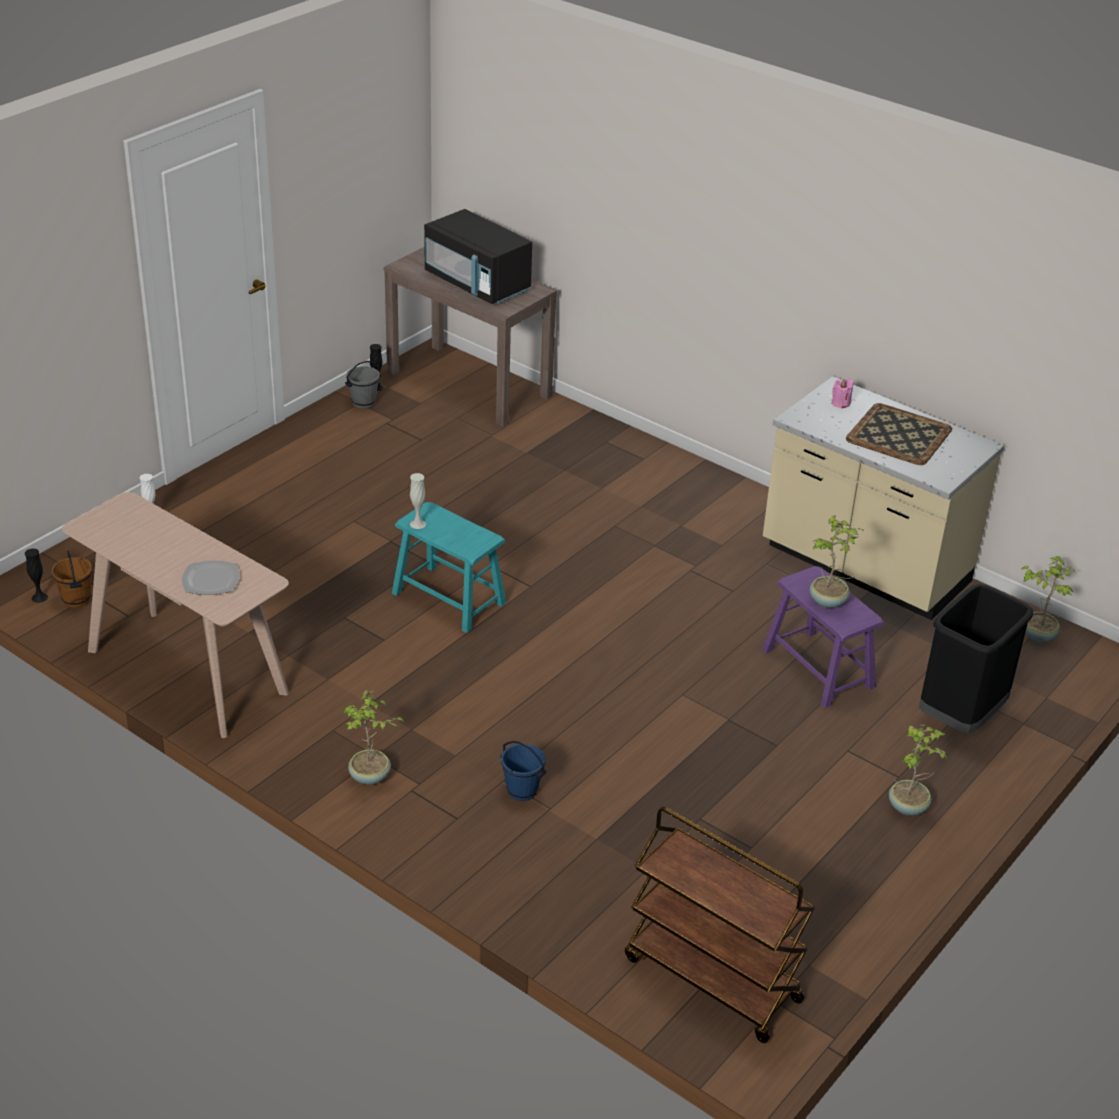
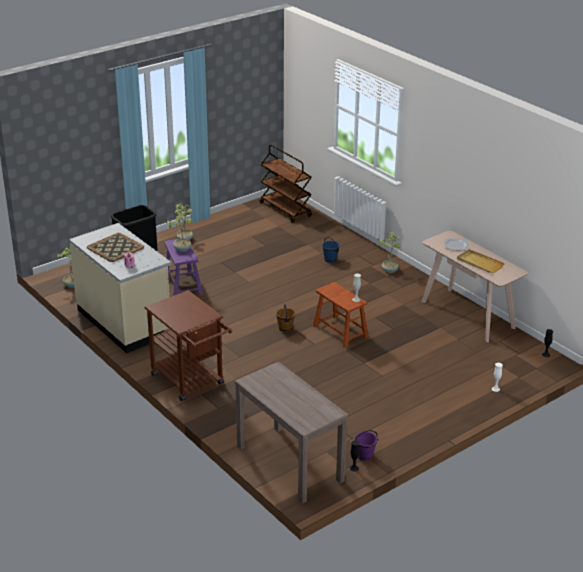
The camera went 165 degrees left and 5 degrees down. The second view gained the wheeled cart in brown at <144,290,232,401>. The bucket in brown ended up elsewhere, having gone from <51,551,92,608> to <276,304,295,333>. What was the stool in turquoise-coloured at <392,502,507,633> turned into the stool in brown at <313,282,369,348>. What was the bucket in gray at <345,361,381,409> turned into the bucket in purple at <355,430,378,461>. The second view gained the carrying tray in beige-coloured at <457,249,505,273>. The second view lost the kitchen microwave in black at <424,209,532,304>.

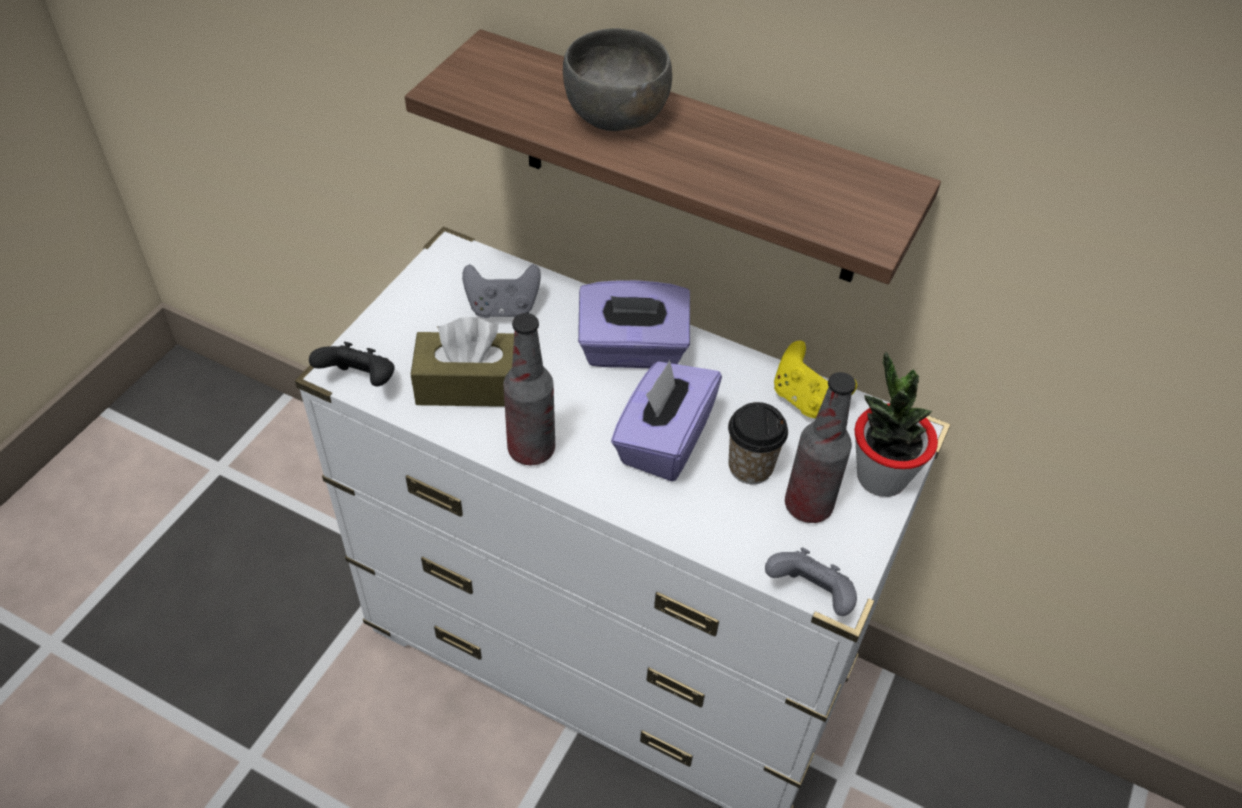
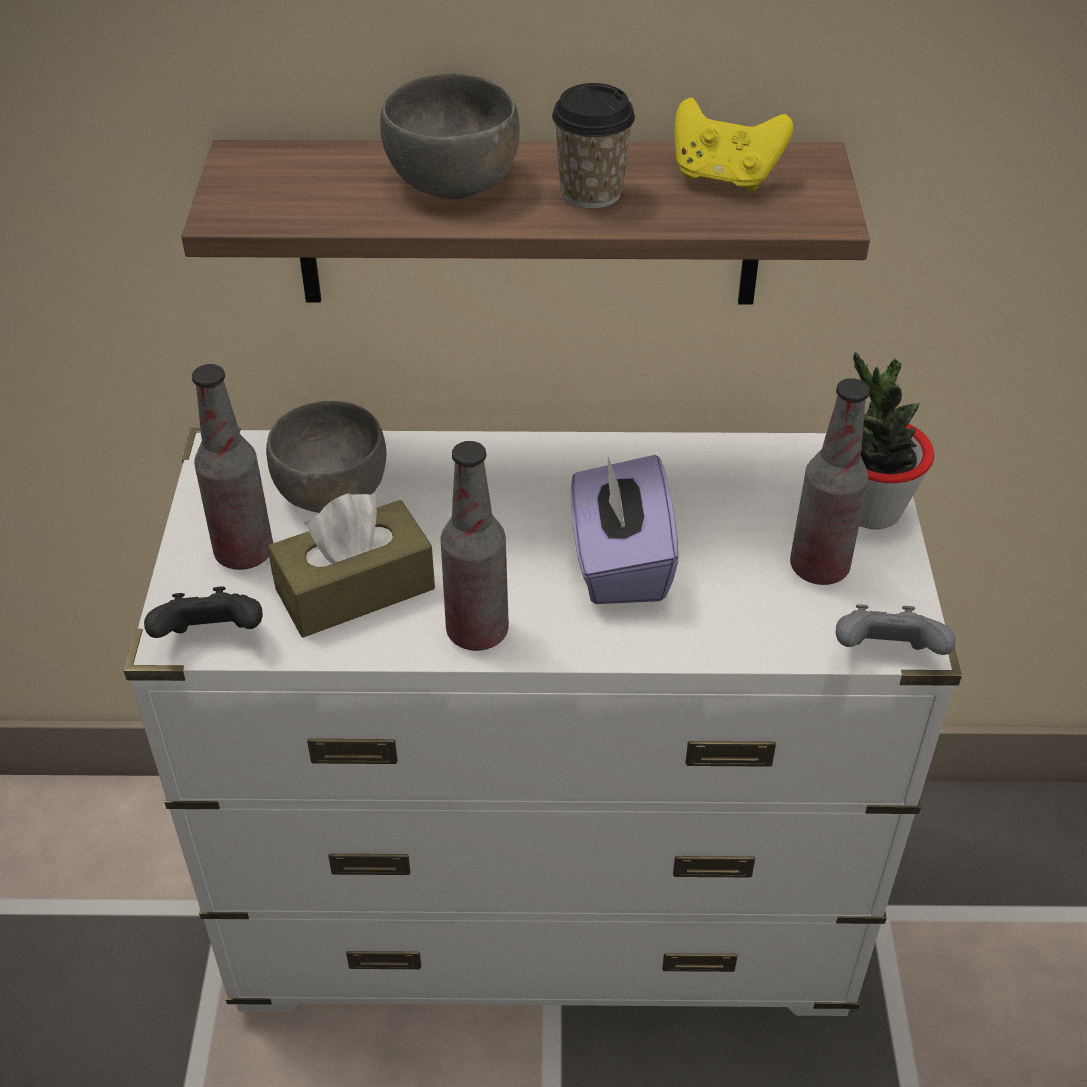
The camera went 25 degrees left and 5 degrees down. The second view gained the beverage bottle at <192,364,273,570>. Where the joypad in gray stood at <462,264,541,318>, the serving bowl in gray came to stand at <266,401,386,513>. The cup ended up elsewhere, having gone from <728,402,788,484> to <552,83,635,209>. The joypad in yellowish ended up elsewhere, having gone from <774,341,857,419> to <674,98,793,192>. The second view lost the tissue box in purple at <578,280,690,368>.

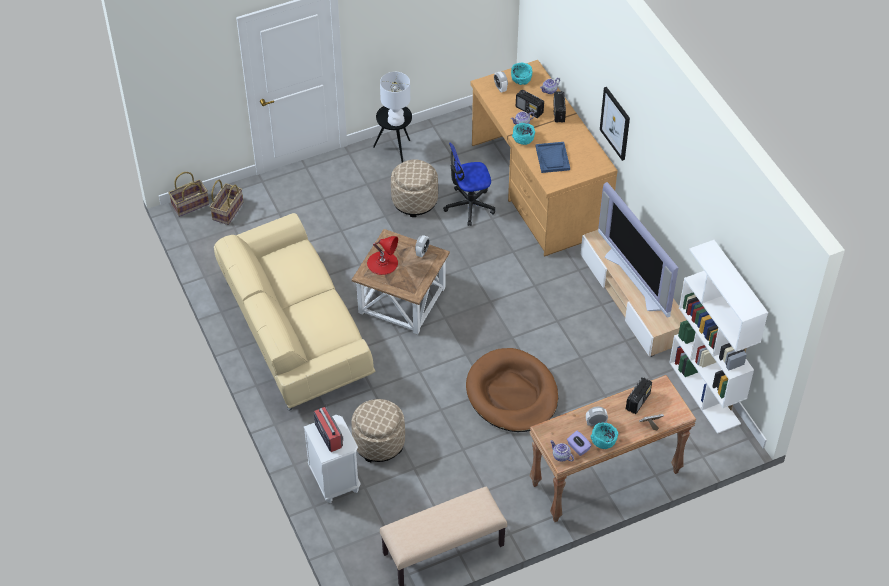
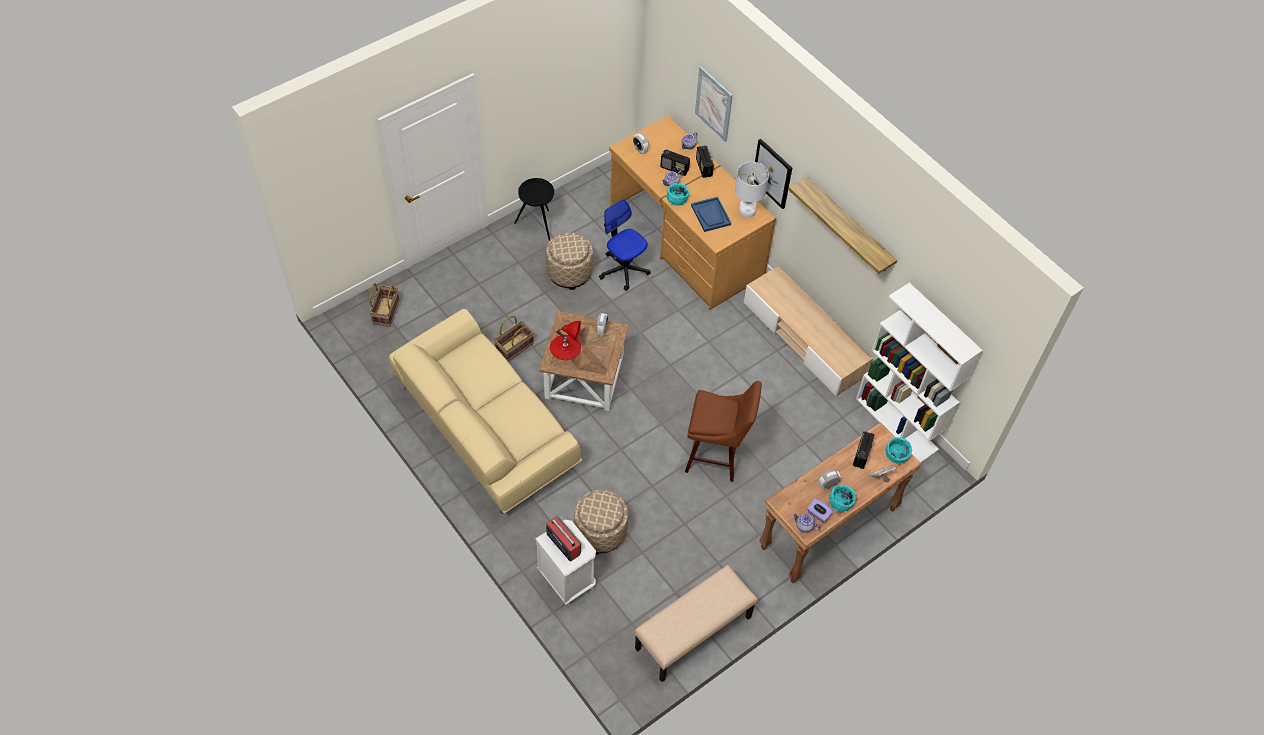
The camera went 15 degrees left and 5 degrees up. The household basket ended up elsewhere, having gone from <169,172,209,217> to <494,316,534,362>. The office chair at <443,143,495,226> ended up facing another way, 75 degrees clockwise from before. Where the dog bed in brown stood at <466,348,558,432>, the stool in brown came to stand at <685,381,762,482>. The second view gained the picture at <695,66,733,142>. The table lamp in white-coloured ended up elsewhere, having gone from <380,72,410,126> to <735,162,769,218>. The second view gained the bracket shelf at <788,177,897,274>. The serving bowl in turquoise-coloured ended up elsewhere, having gone from <511,63,533,85> to <885,437,912,464>. The second view lost the TV at <598,182,678,318>.

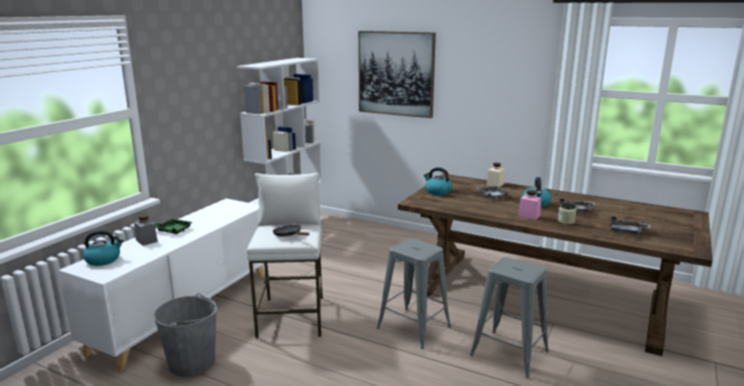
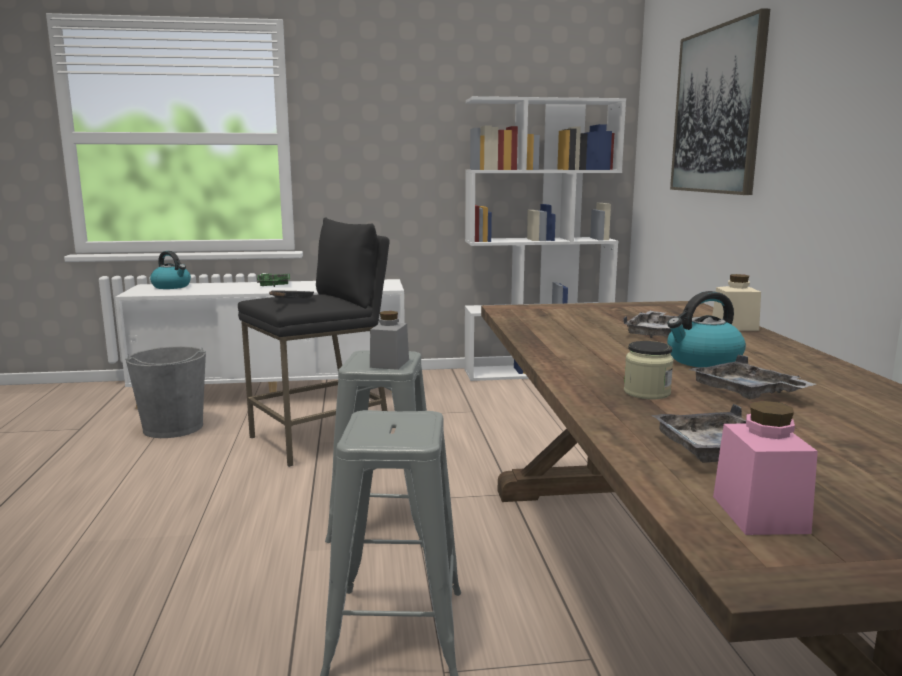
The camera went 55 degrees right and 5 degrees down. What was the stool in white-coloured at <247,173,323,338> turned into the stool in black at <238,218,390,467>. The preserve jar in gray ended up elsewhere, having gone from <134,214,158,246> to <370,311,409,370>. The preserve jar in pink ended up elsewhere, having gone from <518,190,541,220> to <713,401,818,535>. The second view lost the tea kettle at <424,167,452,195>.

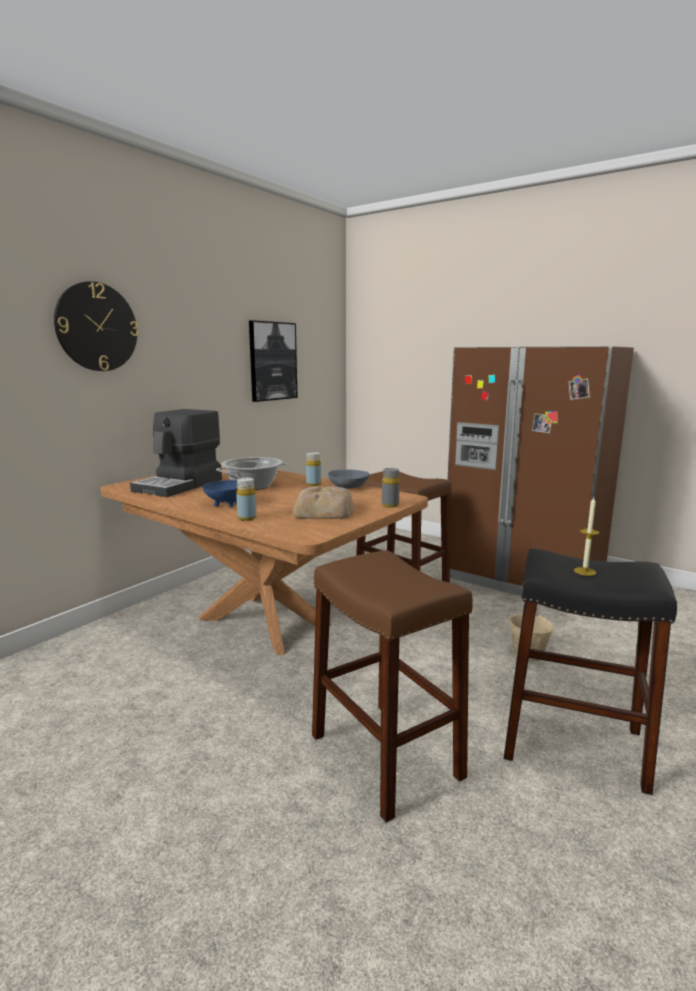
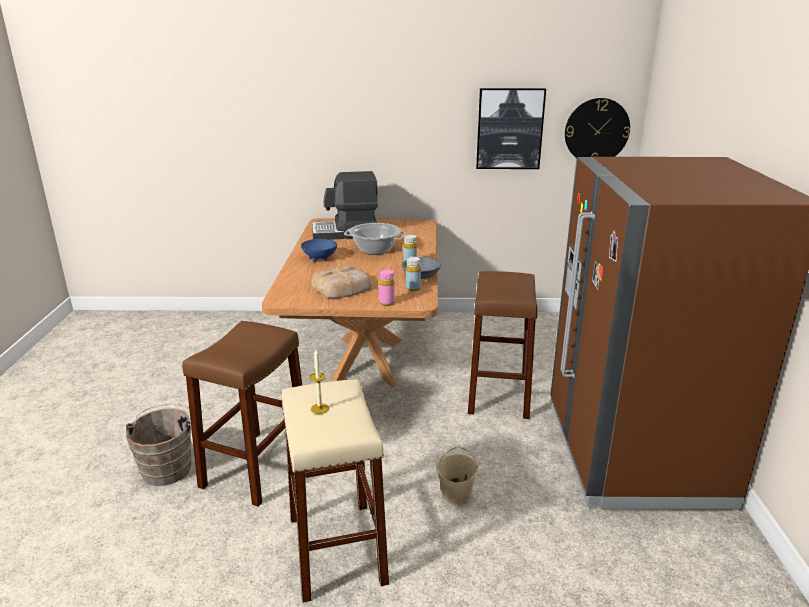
The camera went 55 degrees right and 10 degrees up. The second view gained the bucket in brown at <125,403,192,486>. What was the stool in black at <504,549,677,795> turned into the stool in beige-coloured at <281,379,389,603>. What was the beverage bottle in gray at <382,468,400,508> turned into the beverage bottle in pink at <379,270,395,306>. The beverage bottle in yellowish ended up elsewhere, having gone from <236,478,257,521> to <406,257,421,291>. The wall clock ended up elsewhere, having gone from <54,281,138,371> to <565,98,630,158>.

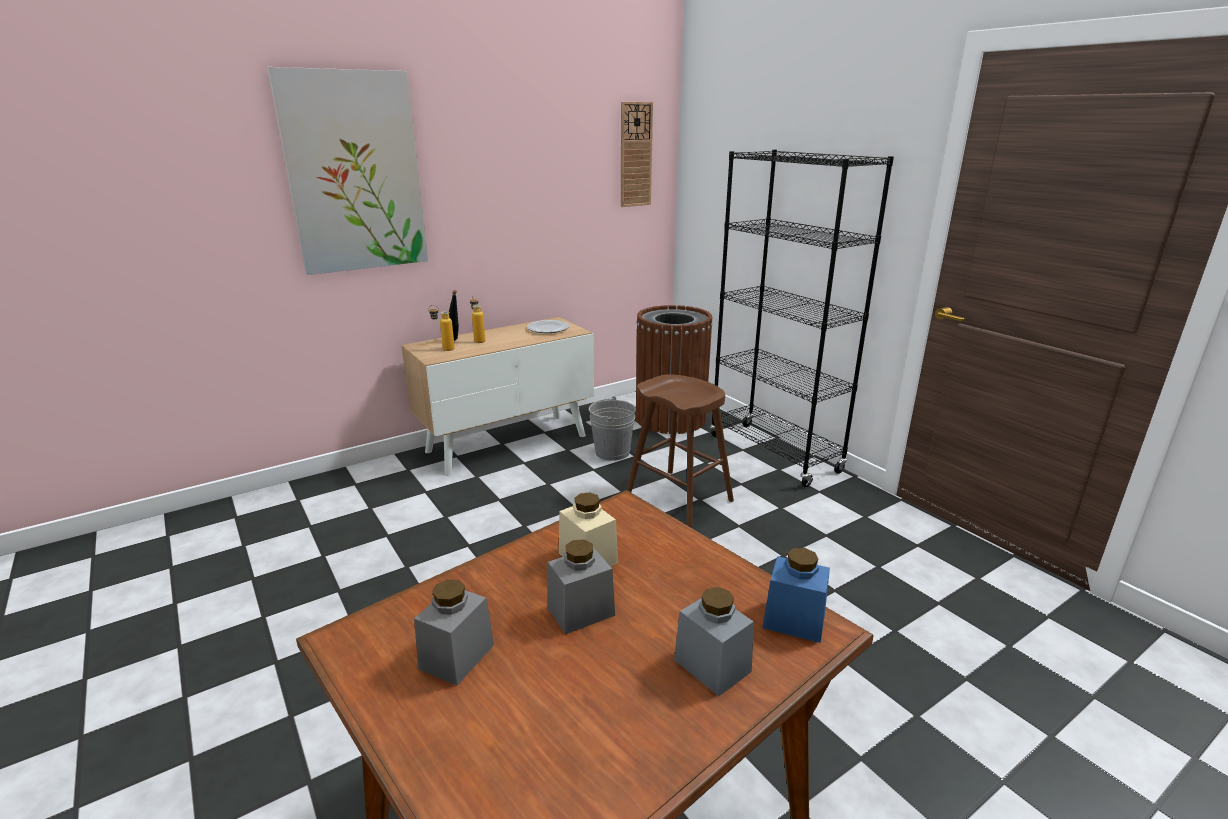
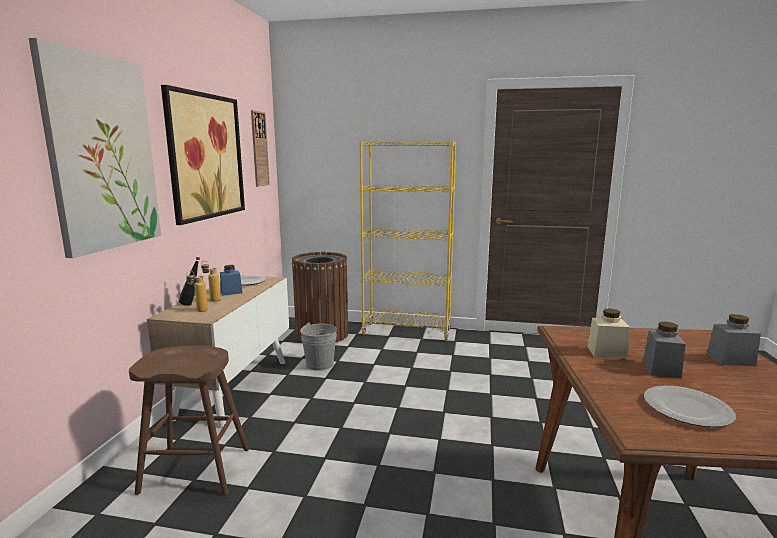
The camera went 45 degrees left and 10 degrees down. The stool in brown ended up elsewhere, having gone from <627,374,734,528> to <129,345,249,495>. The second view gained the picture at <161,85,245,225>. The preserve jar in bluish ended up elsewhere, having gone from <762,548,830,643> to <220,265,242,296>. What was the shelving unit in black at <710,150,894,487> turned into the shelving unit in yellowish at <359,141,456,341>. Where the preserve jar in gray stood at <414,580,494,686>, the dinner plate came to stand at <644,386,736,427>.

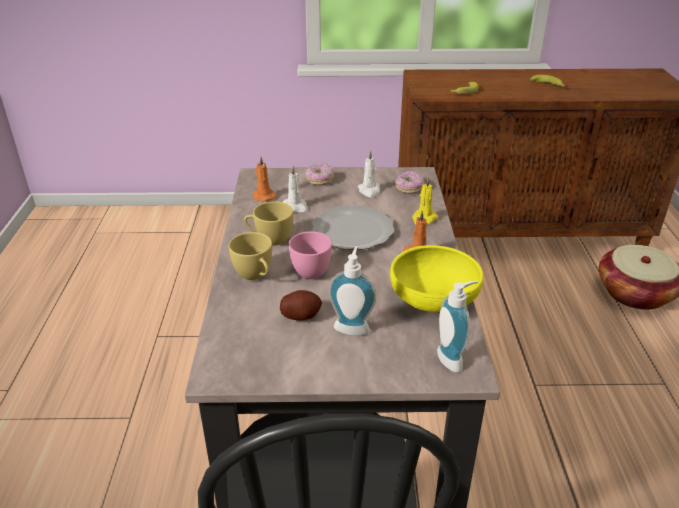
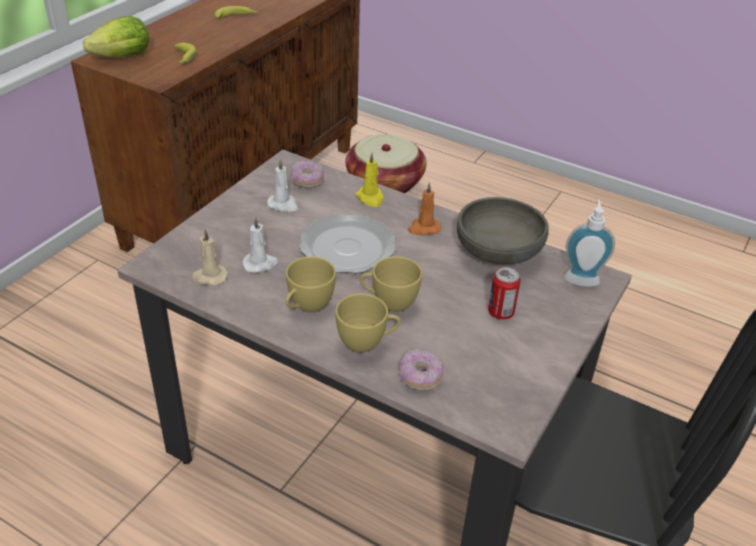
The camera went 60 degrees left and 5 degrees up. The second view gained the lettuce head at <83,16,149,57>. What was the candle in orange at <252,157,276,202> turned into the candle in beige-coloured at <191,229,228,286>. What was the cup in pink at <289,231,332,279> turned into the cup in yellowish at <360,256,422,312>. The doughnut ended up elsewhere, having gone from <306,163,334,186> to <399,349,444,390>. What was the serving bowl in yellowish at <390,245,483,312> turned into the serving bowl in gray at <457,197,548,264>. Where the liquid soap bottle stood at <328,246,376,335>, the can came to stand at <488,267,521,319>. The second view lost the whole potato at <280,290,322,320>.

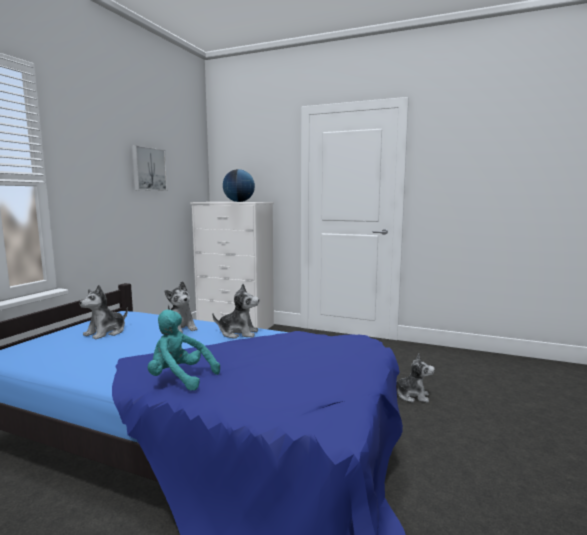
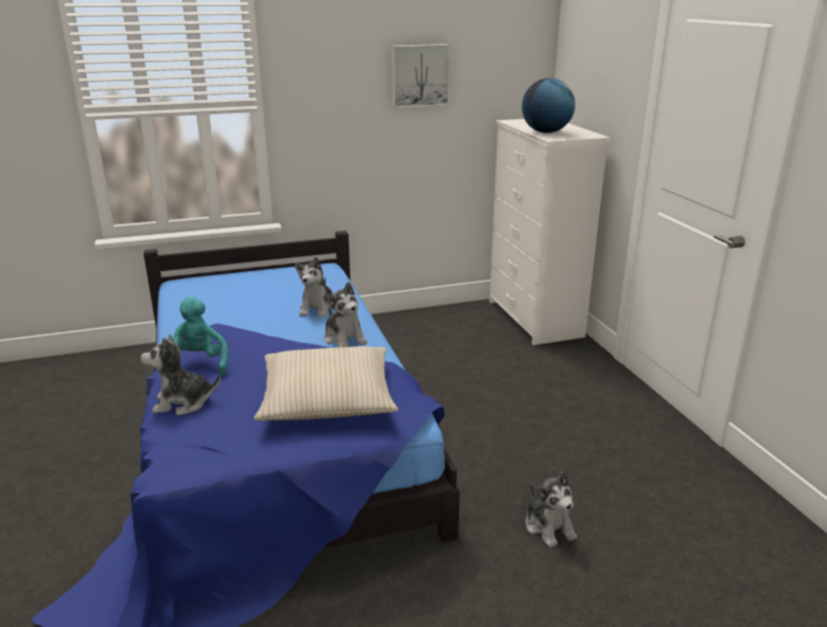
The camera went 50 degrees right and 15 degrees up. The cuddly toy ended up elsewhere, having gone from <80,285,128,339> to <141,334,220,415>. The second view gained the pillow in beige-coloured at <254,346,398,421>.

